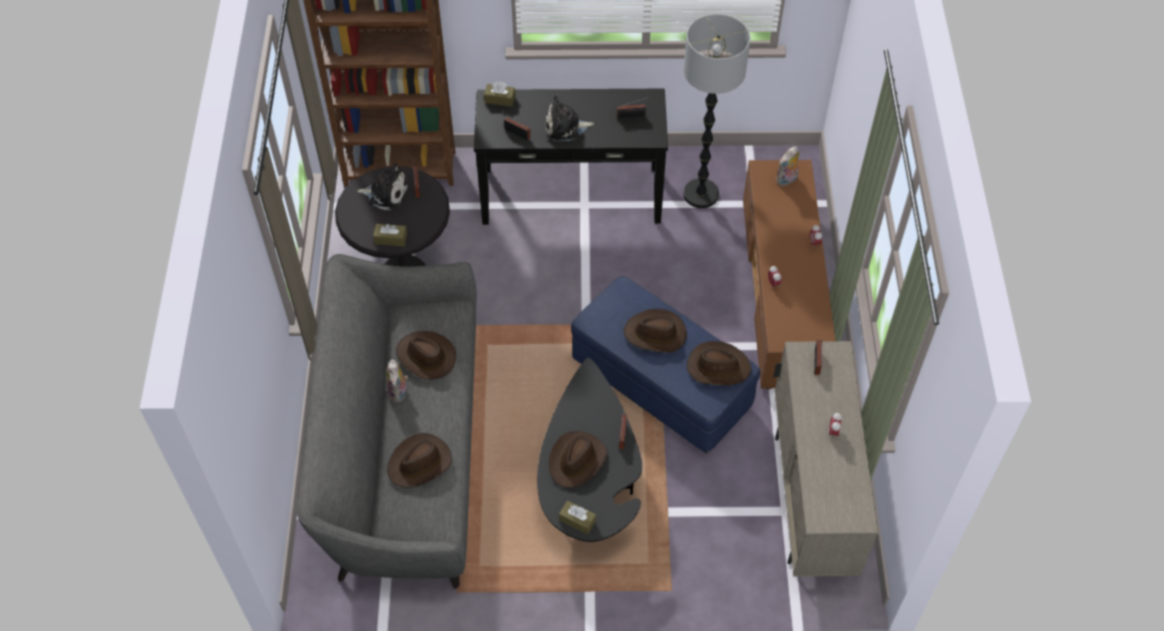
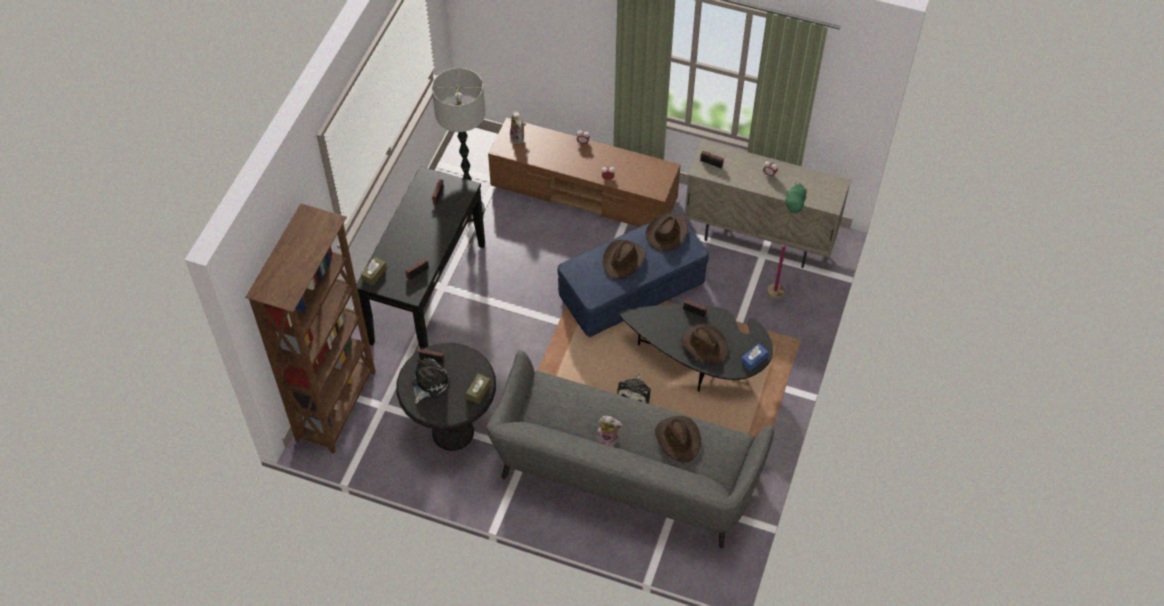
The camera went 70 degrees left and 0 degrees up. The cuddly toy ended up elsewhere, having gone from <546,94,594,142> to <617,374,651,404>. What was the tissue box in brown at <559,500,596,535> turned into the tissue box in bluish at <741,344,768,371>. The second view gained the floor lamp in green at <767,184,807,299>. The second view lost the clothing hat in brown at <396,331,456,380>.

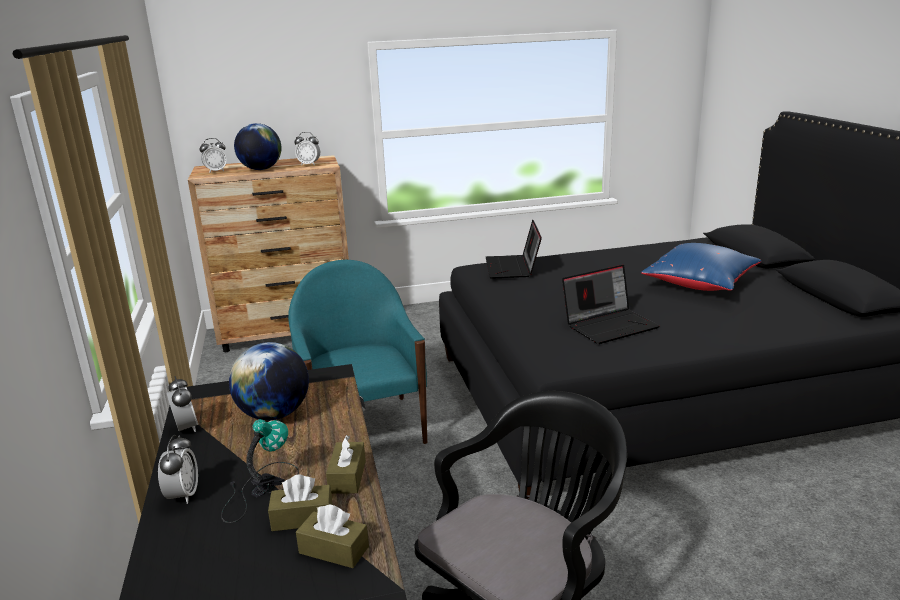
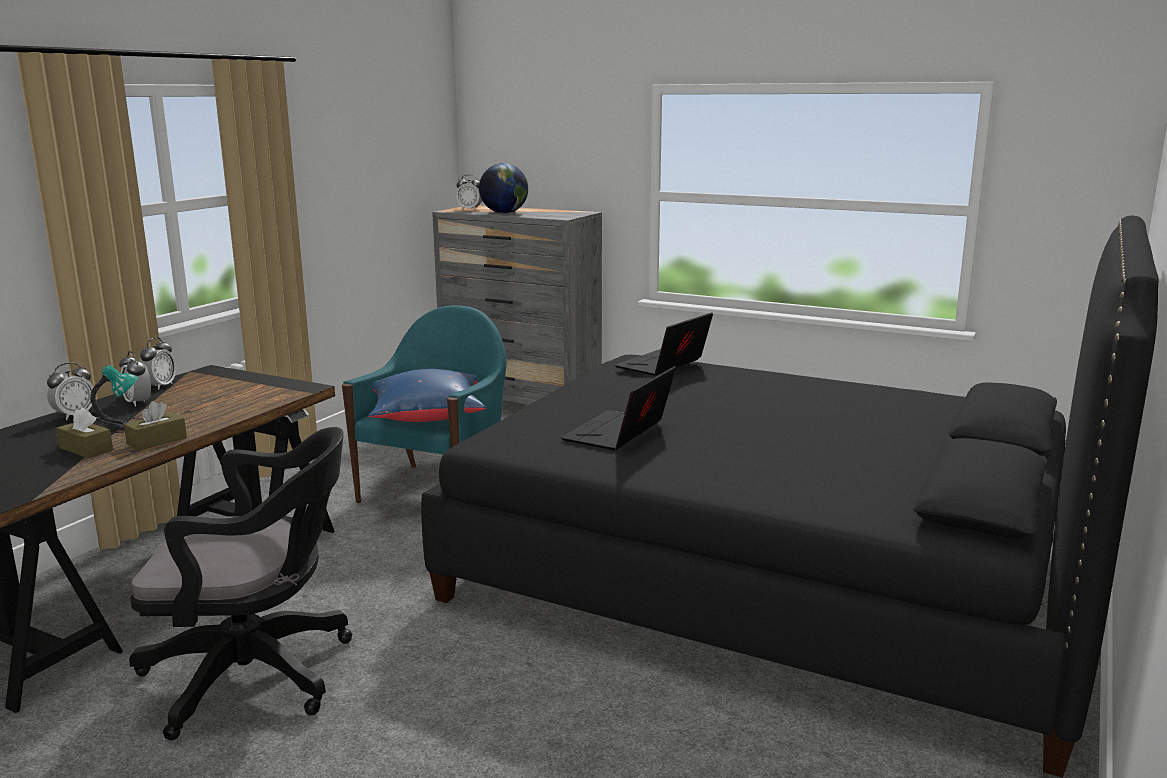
The camera went 40 degrees right and 5 degrees down. The bedside clock ended up elsewhere, having gone from <294,132,320,166> to <119,351,151,407>. The pillow in bluish ended up elsewhere, having gone from <641,243,761,291> to <368,369,486,422>. What was the dresser in brown at <188,155,349,352> turned into the dresser in gray at <432,205,602,405>. The notebook computer at <562,265,659,344> ended up facing another way, 105 degrees clockwise from before. The second view lost the world globe at <229,342,309,420>. The second view lost the tissue box in brown at <296,504,369,568>.

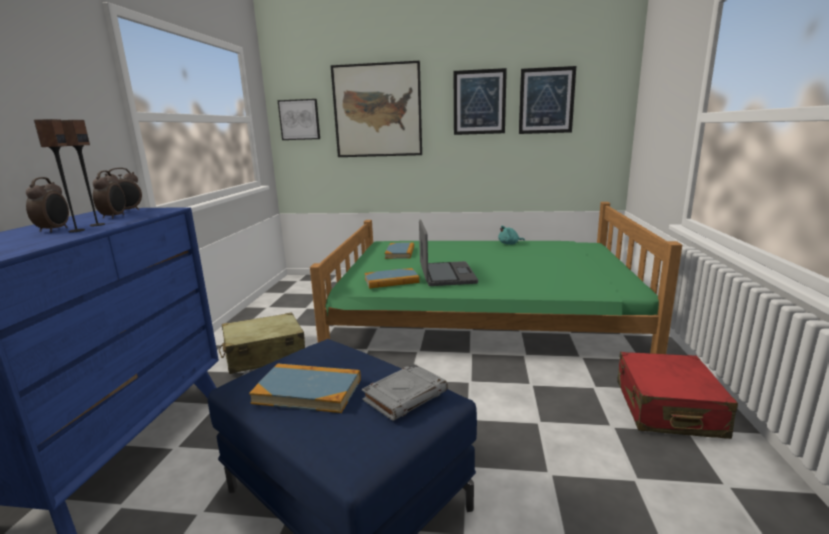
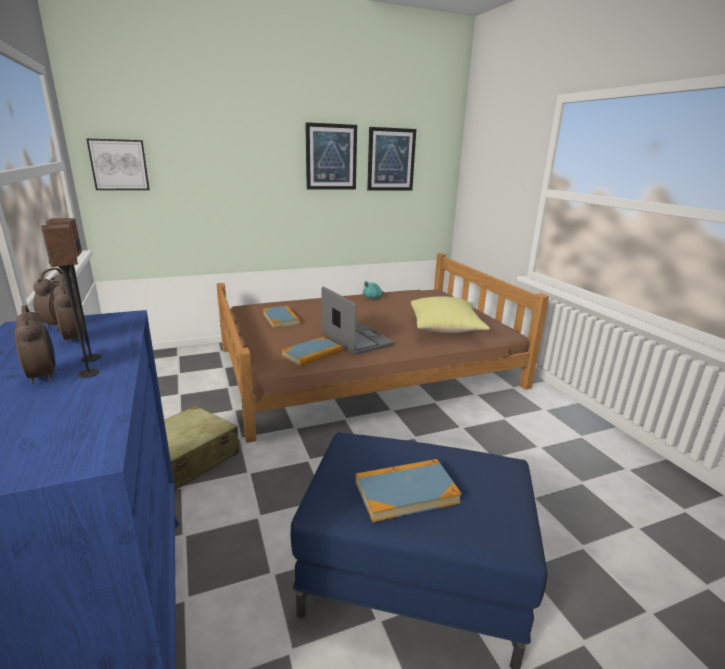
The camera went 30 degrees left and 5 degrees up. What was the sleeping bed in green at <310,202,682,354> turned into the sleeping bed in brown at <216,253,549,443>. The second view gained the pillow in yellowish at <411,296,490,333>. The second view lost the picture at <331,61,422,157>. The second view lost the book in gray at <362,364,448,421>. The second view lost the travel case in red at <617,352,738,439>.

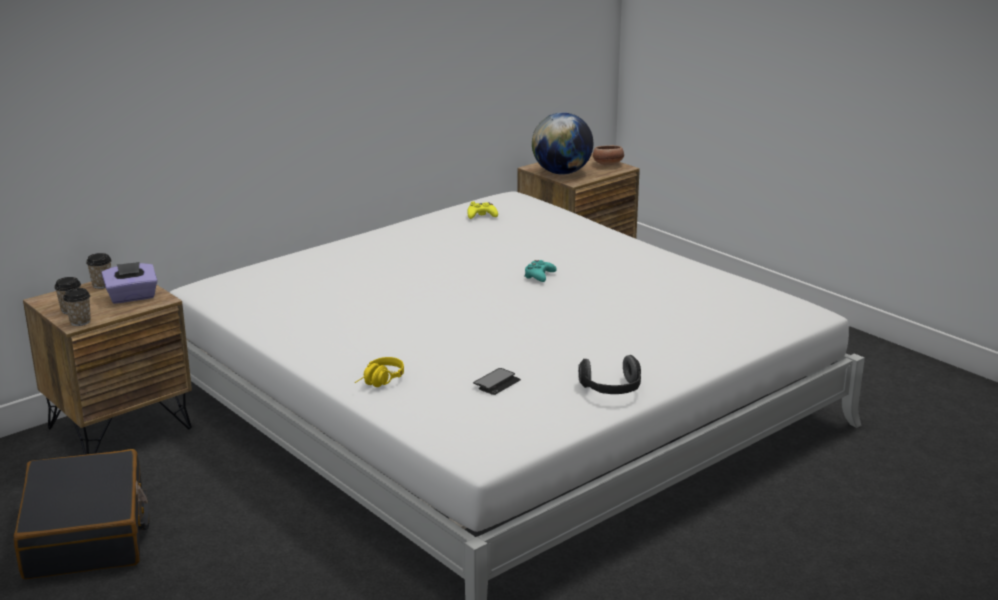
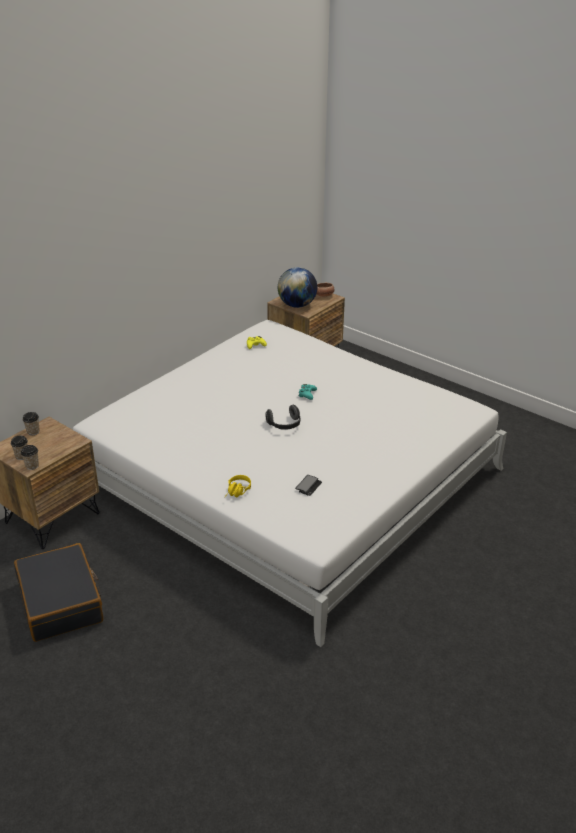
The camera went 10 degrees left and 10 degrees up. The headset ended up elsewhere, having gone from <578,355,641,394> to <265,404,300,430>. The second view lost the tissue box in purple at <102,262,157,304>.

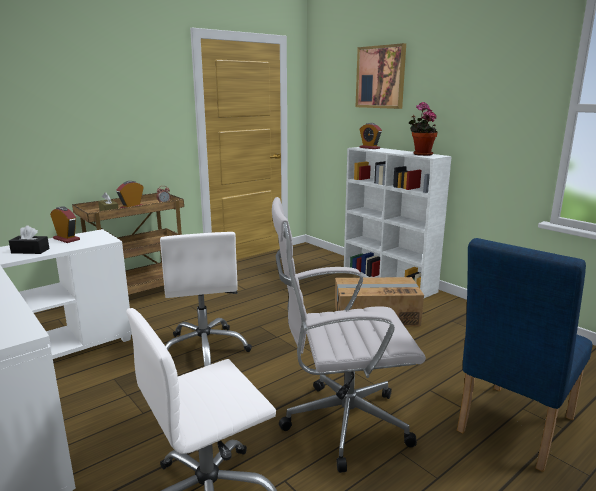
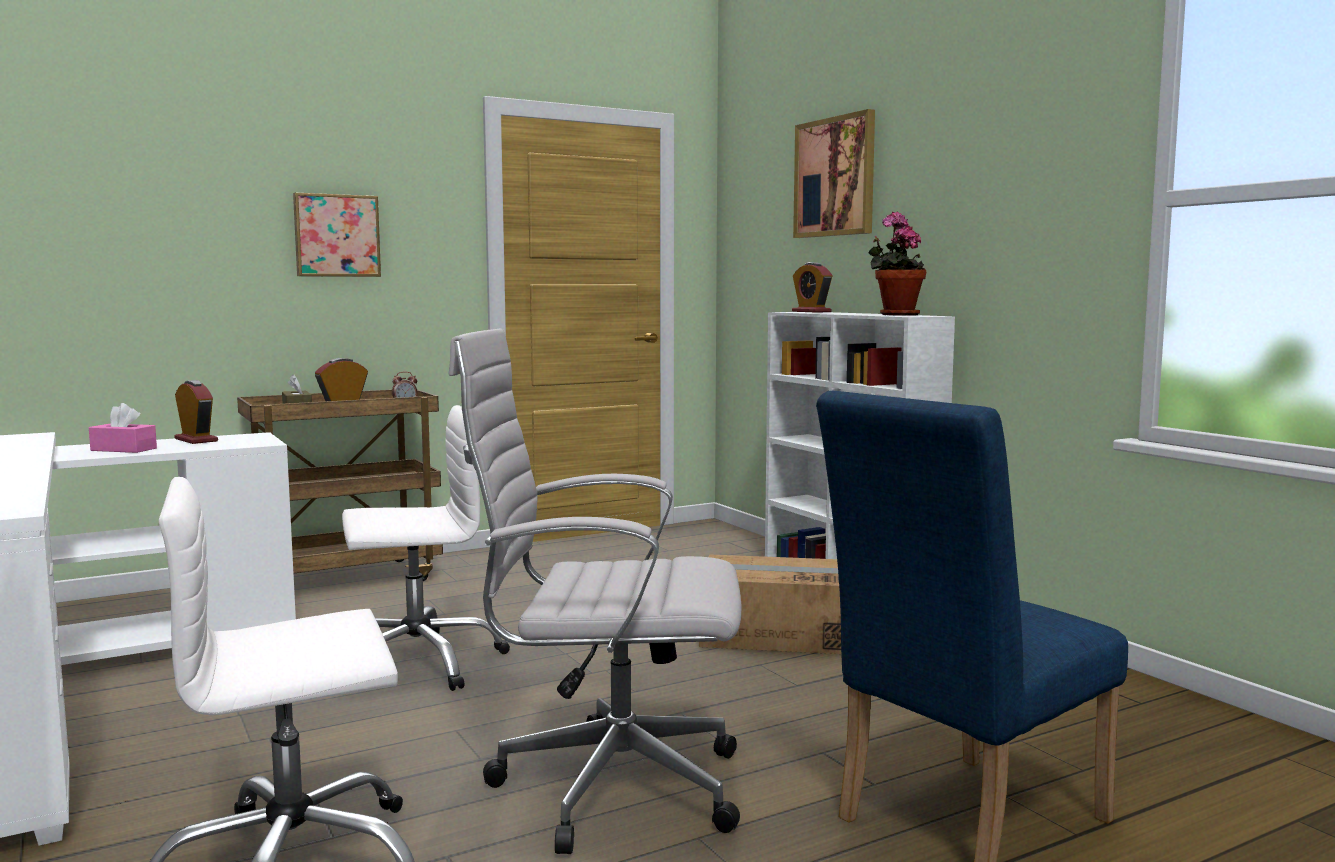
The camera went 10 degrees right and 10 degrees down. What was the tissue box in black at <9,225,49,254> turned into the tissue box in pink at <89,403,157,453>. The second view gained the picture at <293,193,381,277>. The office chair in white-coloured at <160,232,252,366> ended up facing another way, 105 degrees counterclockwise from before.

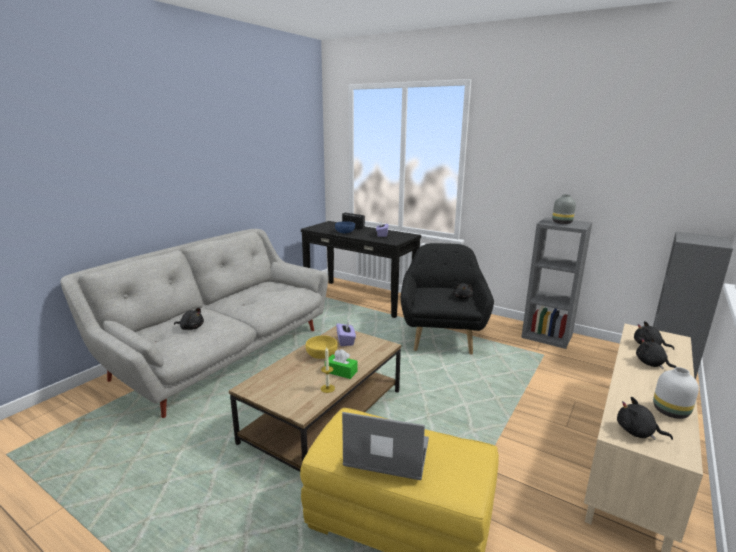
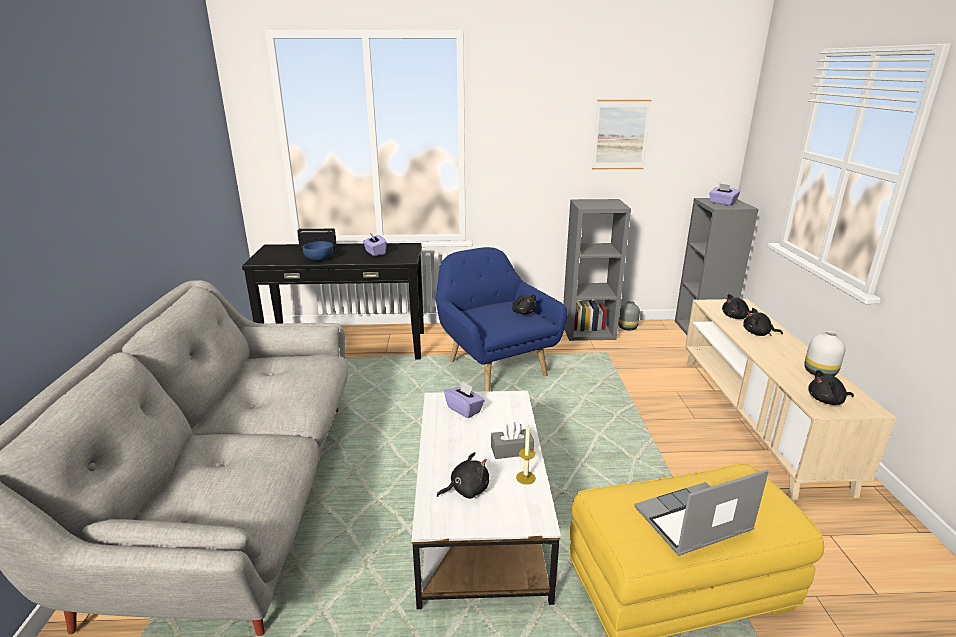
The camera went 35 degrees left and 5 degrees up. What was the coffee table in brown at <229,326,401,472> turned into the coffee table in white-coloured at <412,391,561,609>. What was the easy chair in black at <401,243,494,355> turned into the easy chair in bluish at <436,247,567,392>. The cuddly toy in black ended up elsewhere, having gone from <174,308,204,330> to <437,452,489,499>. What was the tissue box in green at <325,349,357,379> turned into the tissue box in gray at <491,422,534,459>. The second view gained the picture at <592,100,652,169>. The vase in gray ended up elsewhere, having gone from <552,194,576,224> to <618,301,640,331>. The second view gained the tissue box in purple at <709,184,740,206>. The second view lost the serving bowl in yellowish at <306,335,338,359>.

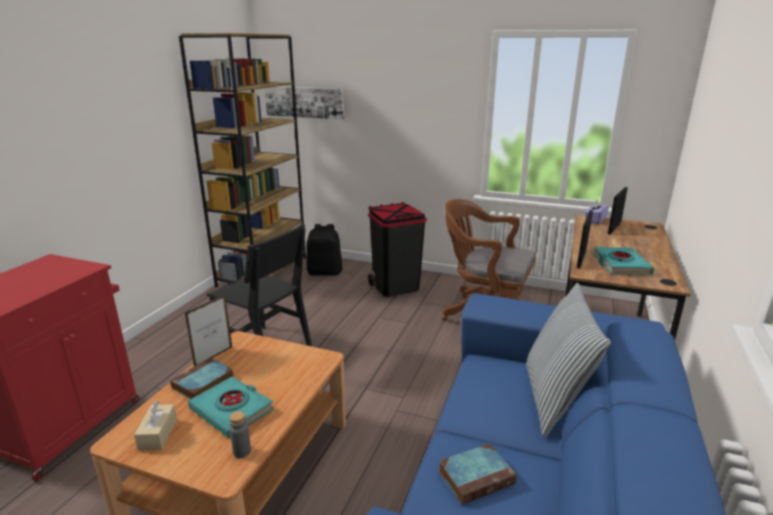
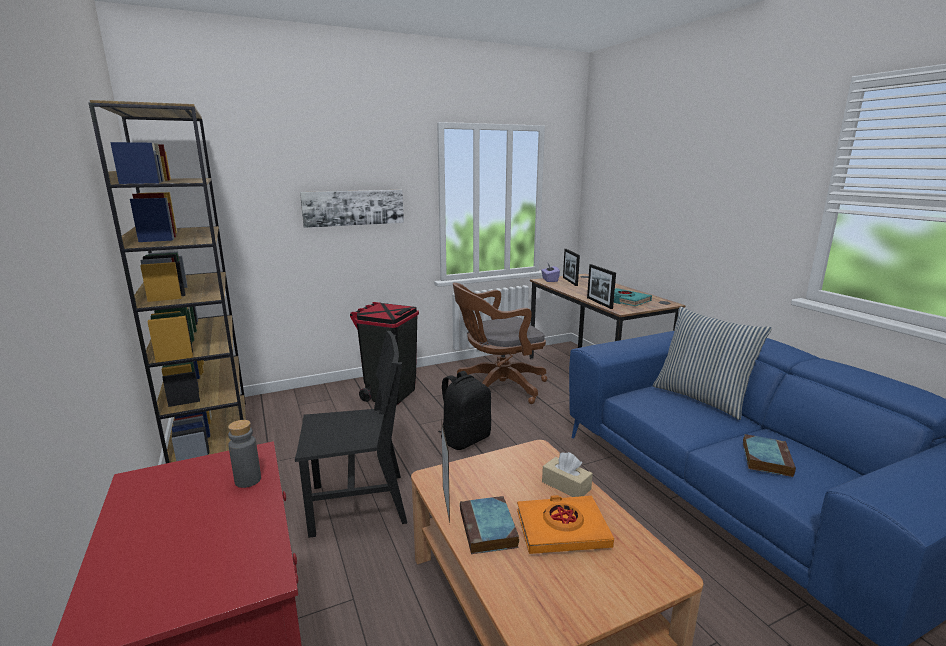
The camera went 45 degrees left and 5 degrees down. The beverage bottle in gray ended up elsewhere, having gone from <230,411,251,458> to <228,420,261,488>. The picture ended up elsewhere, having gone from <264,86,344,120> to <300,190,404,228>. The knapsack in black ended up elsewhere, having gone from <306,224,342,276> to <438,371,491,450>. What was the book in turquoise-coloured at <188,376,274,438> turned into the book in orange at <517,495,614,554>. The tissue box in beige-coloured ended up elsewhere, having gone from <134,401,177,450> to <542,452,593,497>.

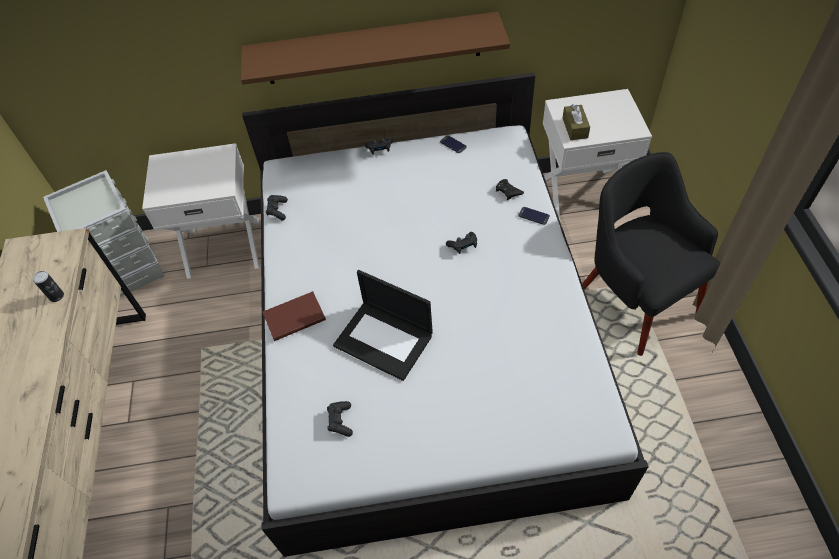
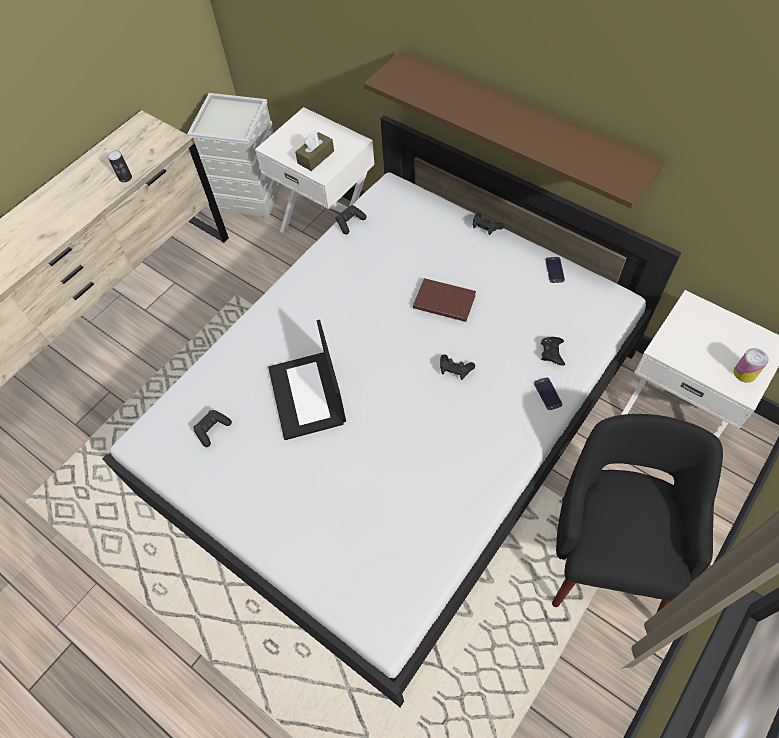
The camera went 45 degrees right and 5 degrees up. The tissue box in brown ended up elsewhere, having gone from <563,104,590,140> to <295,131,334,171>. The book in brown ended up elsewhere, having gone from <263,291,326,341> to <413,278,476,322>. The second view gained the can at <734,348,768,383>.

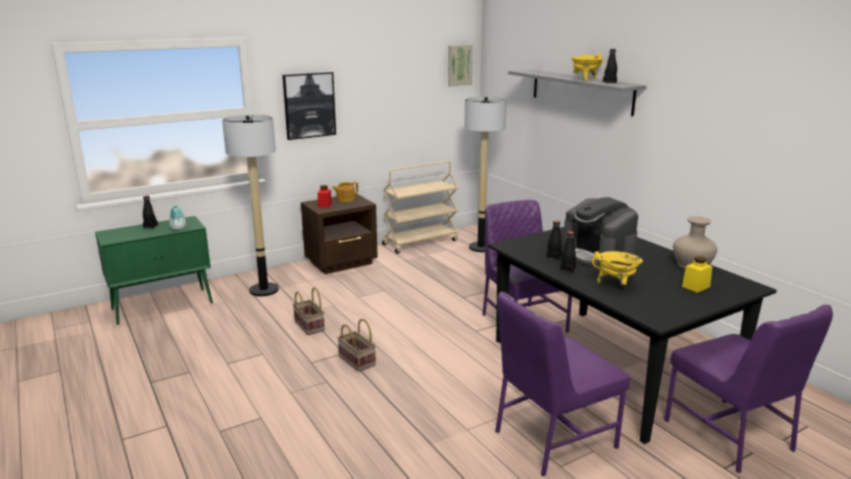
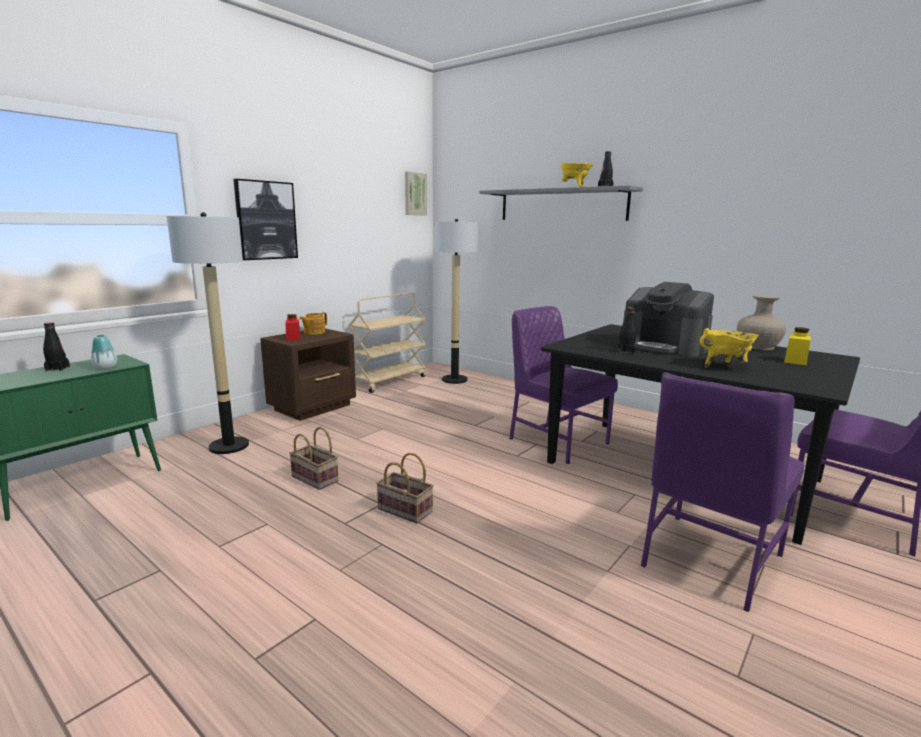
The camera went 20 degrees left and 5 degrees down. The second view lost the beverage bottle in black at <560,231,576,274>.

